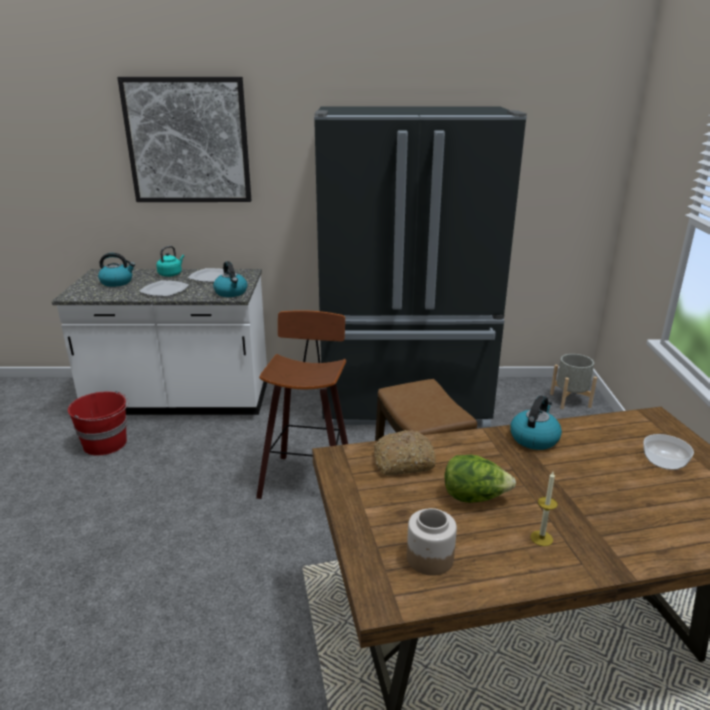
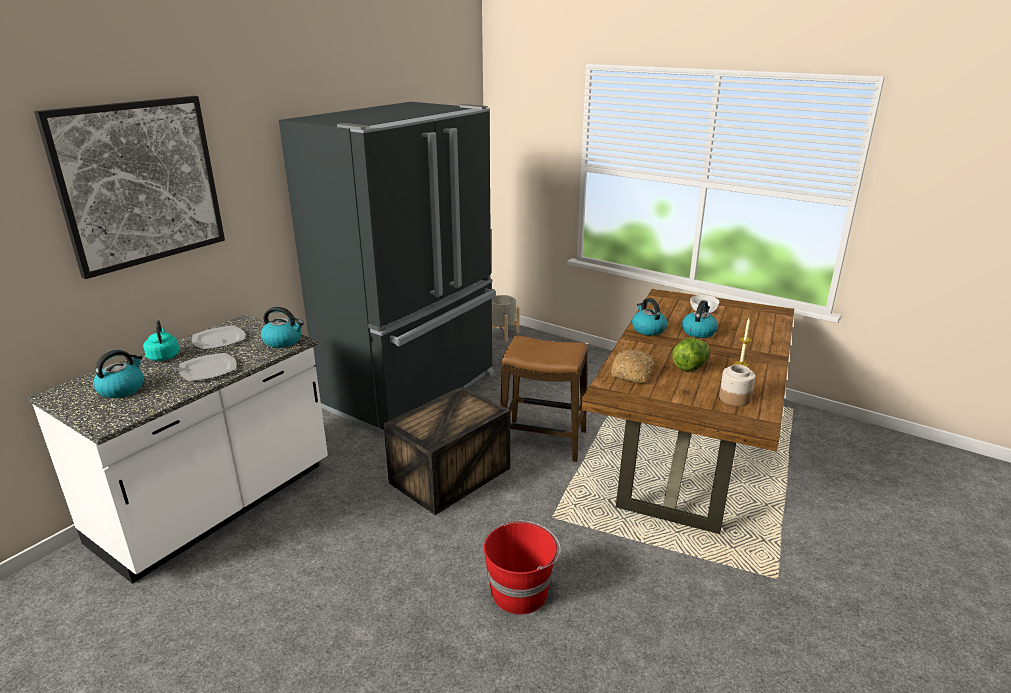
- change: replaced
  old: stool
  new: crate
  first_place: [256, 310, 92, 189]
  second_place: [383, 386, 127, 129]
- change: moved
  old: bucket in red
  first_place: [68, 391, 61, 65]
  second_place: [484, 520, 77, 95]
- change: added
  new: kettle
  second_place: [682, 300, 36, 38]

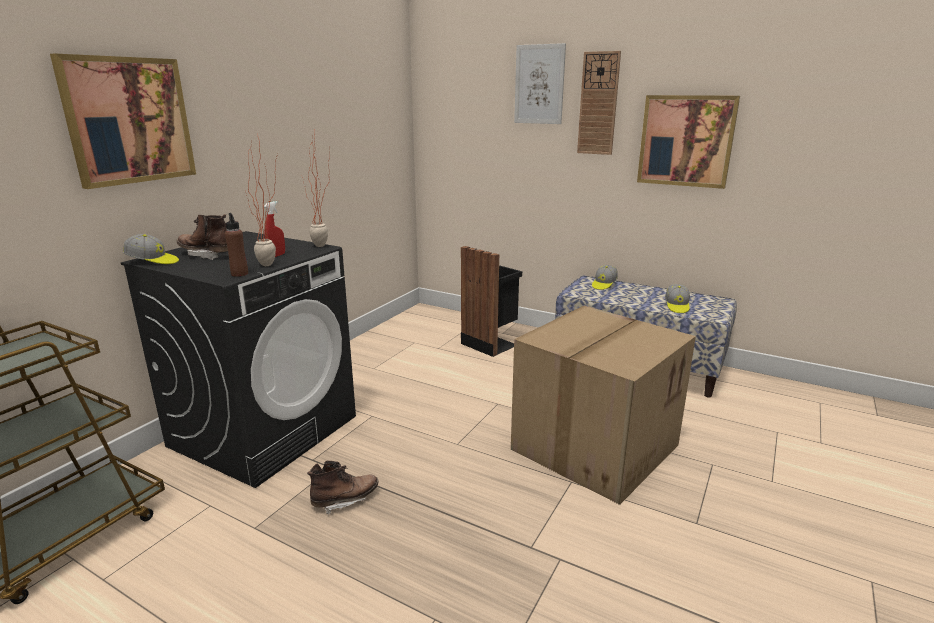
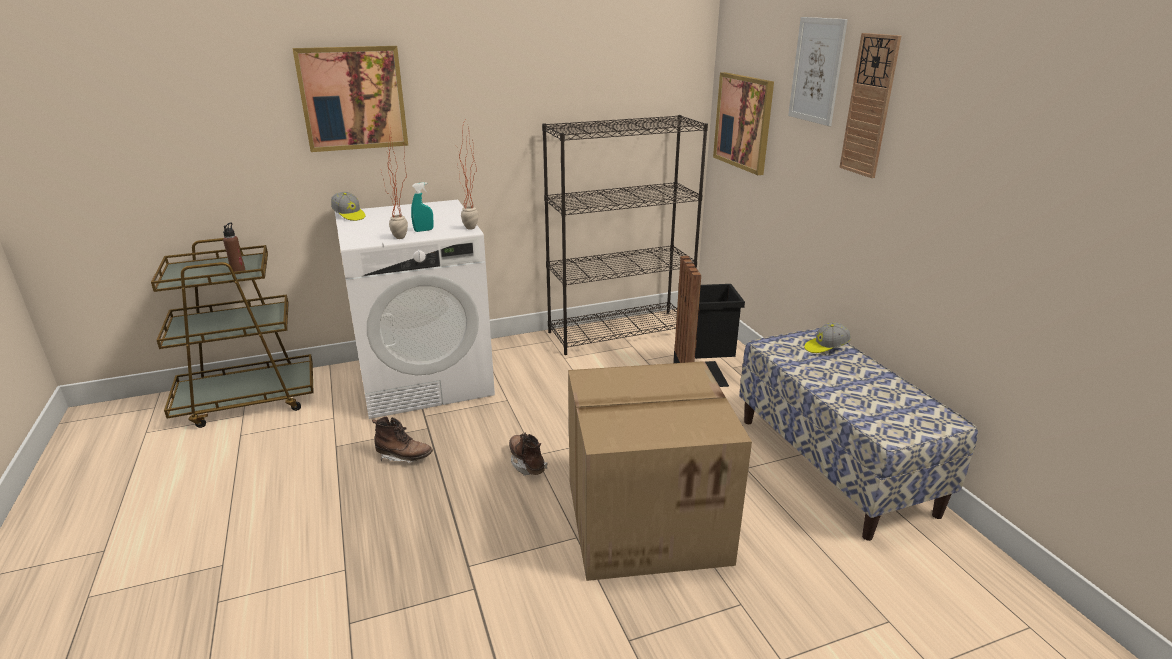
- change: moved
  old: bottle in brown
  first_place: [225, 213, 23, 64]
  second_place: [223, 223, 22, 49]
- change: recoloured
  old: washing machine in black
  new: washing machine in white
  first_place: [121, 231, 235, 257]
  second_place: [335, 200, 160, 219]
- change: recoloured
  old: spray bottle in red
  new: spray bottle in turquoise
  first_place: [264, 201, 21, 56]
  second_place: [411, 182, 23, 50]
- change: moved
  old: boot in brown
  first_place: [176, 214, 52, 46]
  second_place: [509, 432, 38, 44]
- change: added
  new: bookcase in black
  second_place: [542, 115, 166, 240]
- change: moved
  old: picture
  first_place: [637, 95, 103, 94]
  second_place: [713, 72, 61, 103]
- change: removed
  old: cap
  first_place: [665, 284, 25, 29]

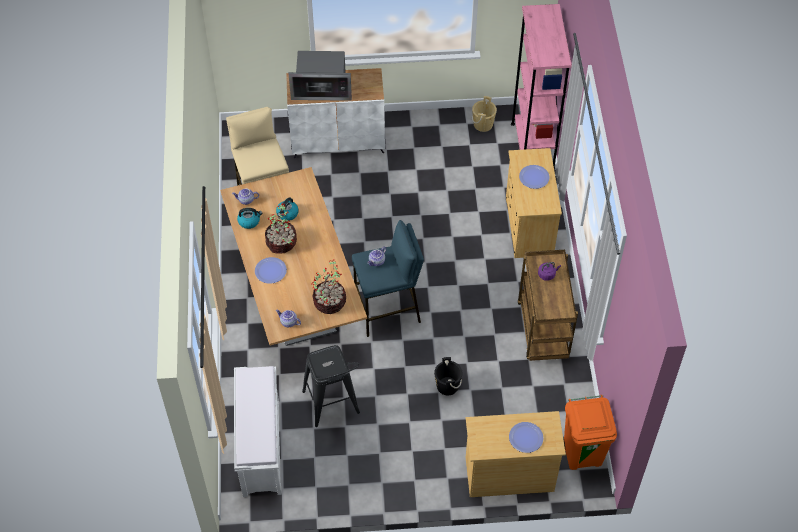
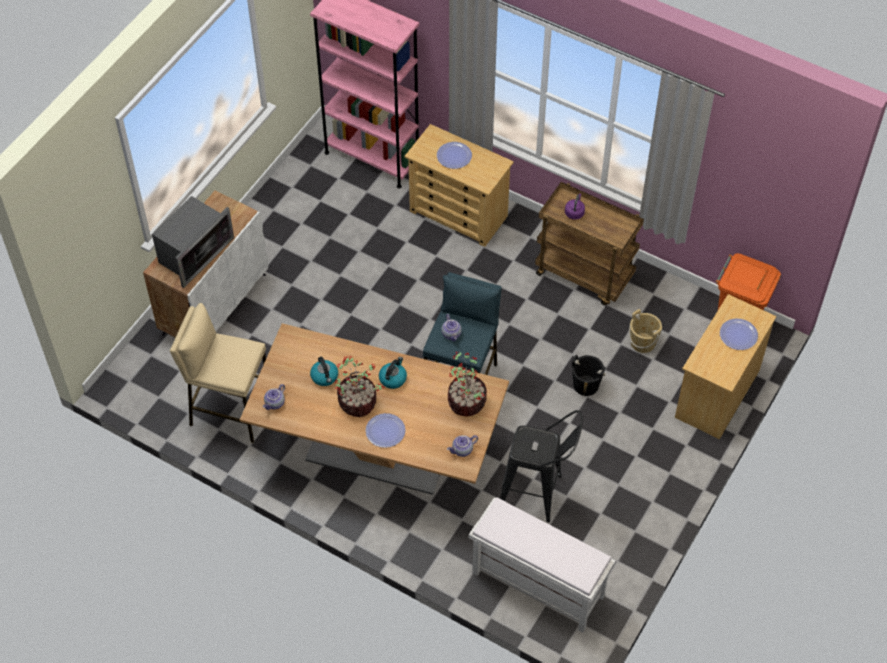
- change: moved
  old: kettle
  first_place: [237, 208, 26, 21]
  second_place: [379, 357, 28, 32]
- change: moved
  old: bucket in beige
  first_place: [472, 96, 25, 36]
  second_place: [629, 309, 33, 44]

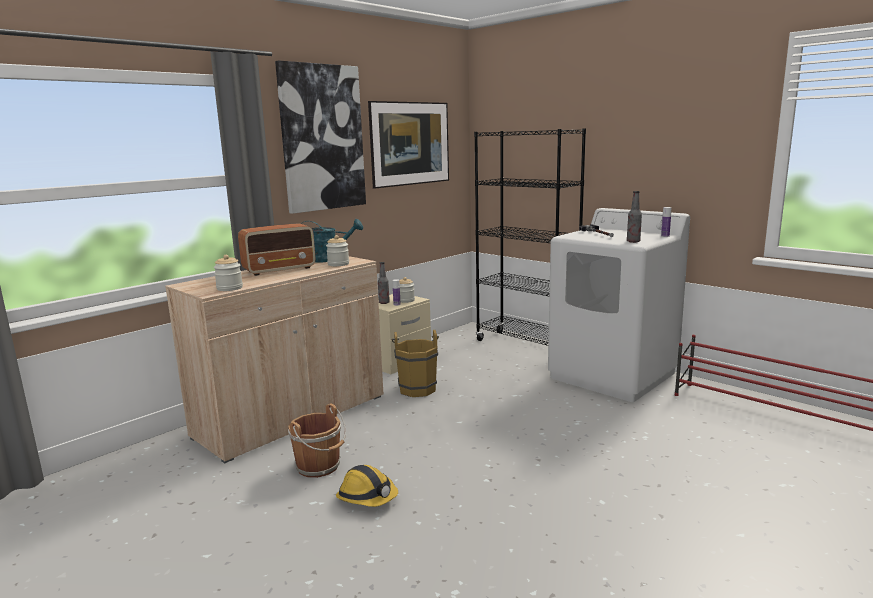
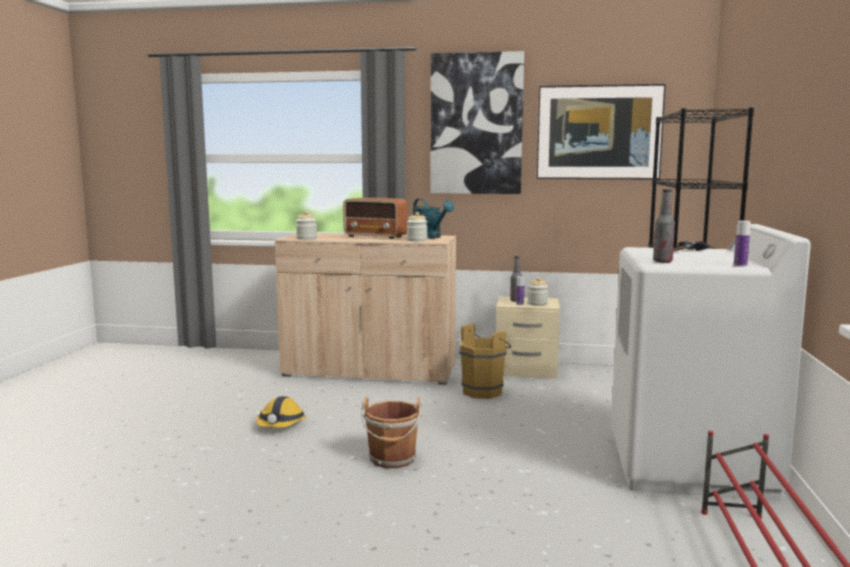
- change: moved
  old: bucket in brown
  first_place: [288, 404, 58, 74]
  second_place: [361, 397, 62, 71]

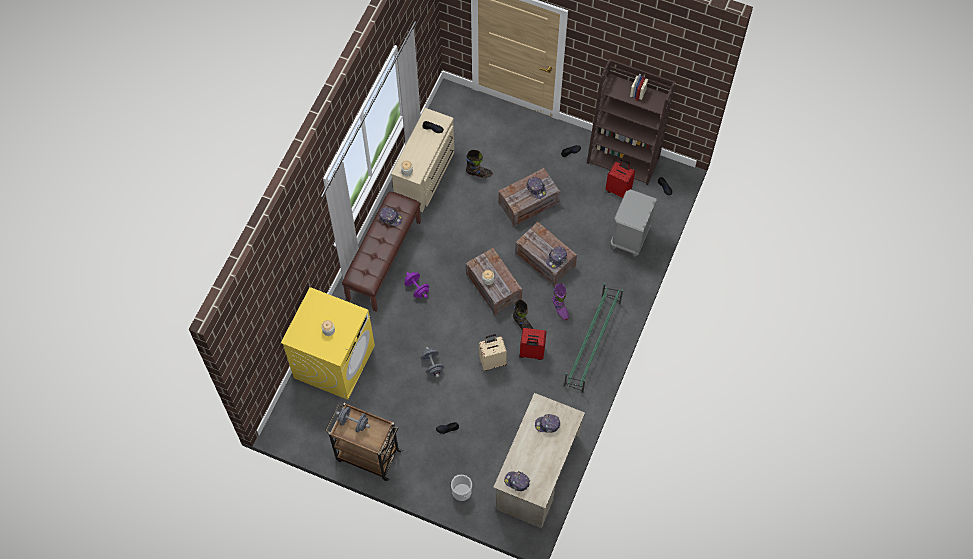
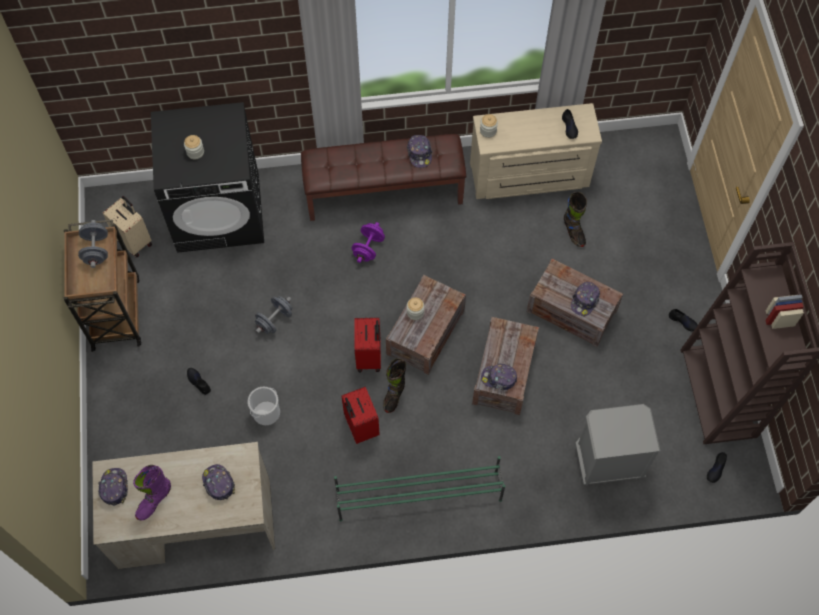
- change: moved
  old: suitcase in beige
  first_place: [479, 334, 28, 37]
  second_place: [103, 196, 49, 62]
- change: moved
  old: boot in purple
  first_place: [552, 283, 17, 37]
  second_place: [133, 465, 38, 56]
- change: recoloured
  old: washing machine in yellow
  new: washing machine in black
  first_place: [281, 287, 94, 113]
  second_place: [151, 102, 113, 151]
- change: moved
  old: bucket
  first_place: [451, 475, 21, 26]
  second_place: [247, 387, 33, 38]
- change: moved
  old: suitcase in red
  first_place: [605, 159, 30, 39]
  second_place: [354, 318, 27, 54]

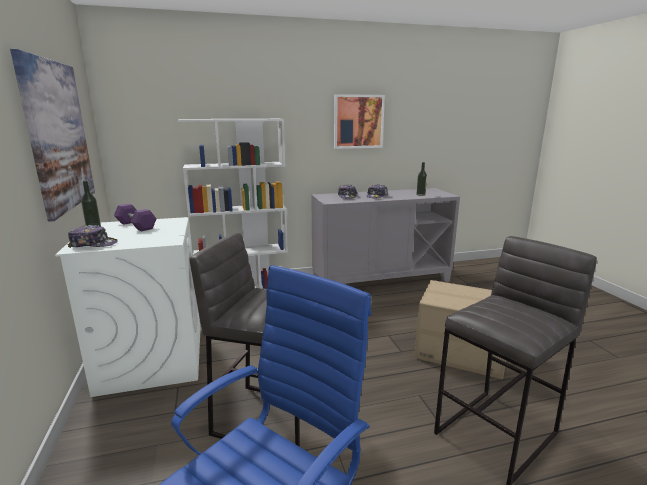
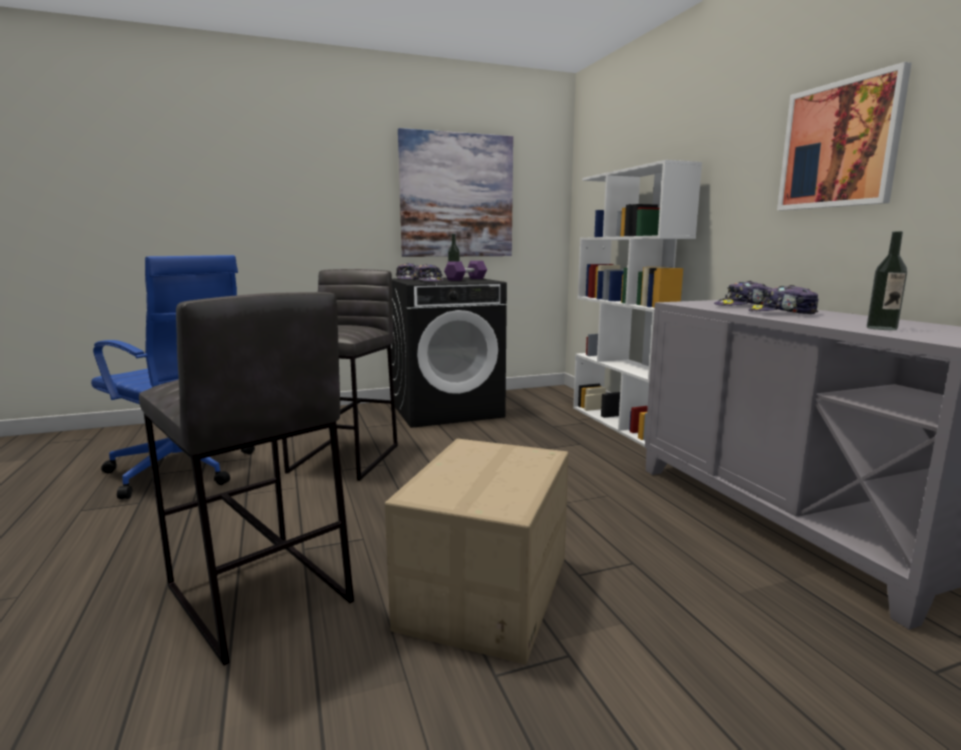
- change: recoloured
  old: washing machine in white
  new: washing machine in black
  first_place: [55, 217, 146, 180]
  second_place: [391, 277, 116, 151]
- change: added
  new: cap
  second_place: [412, 264, 32, 18]

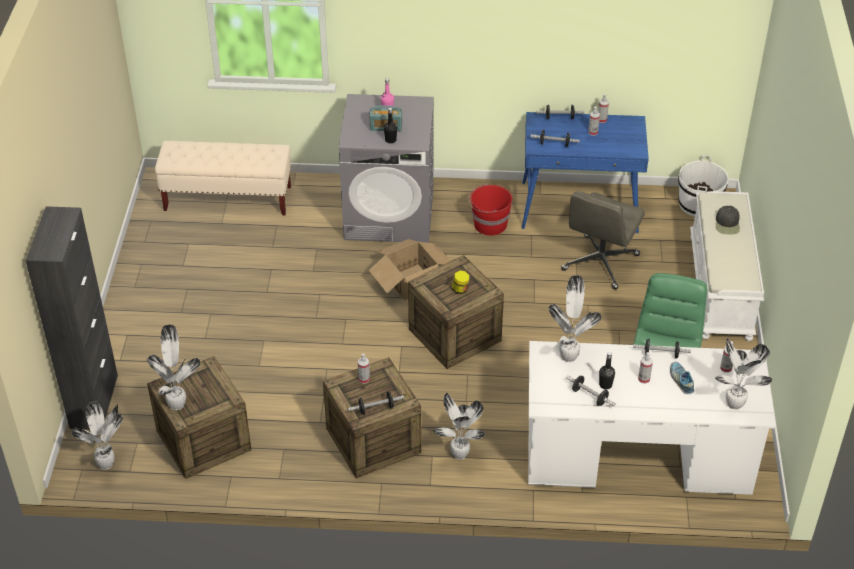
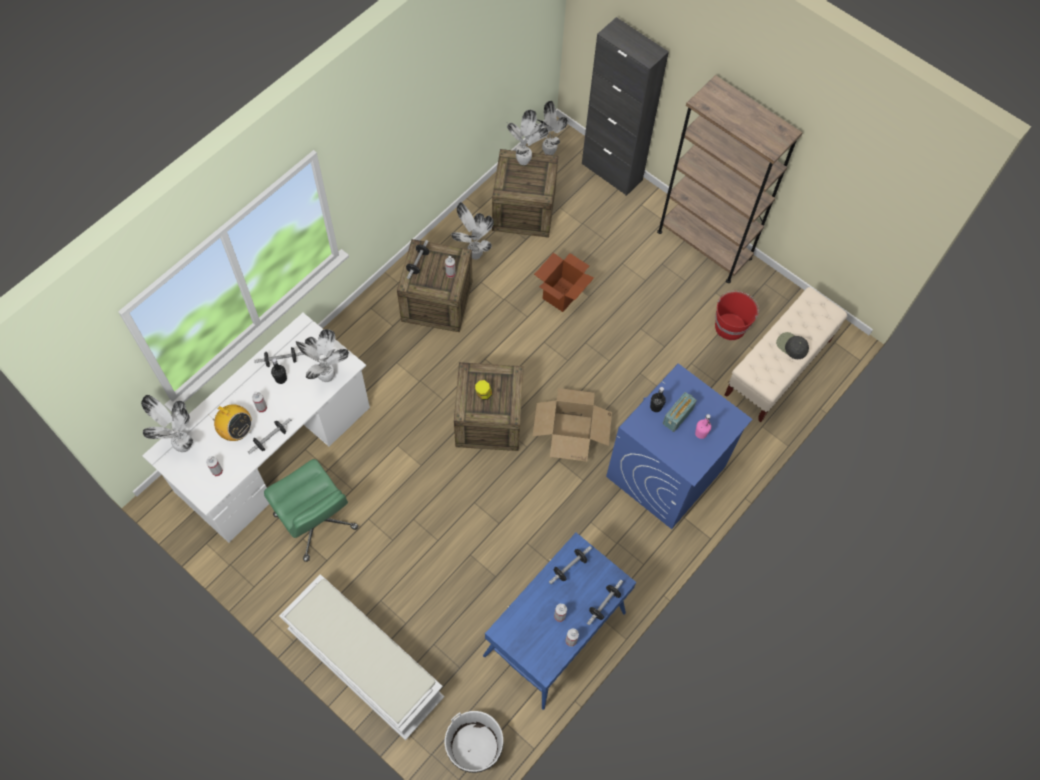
- change: replaced
  old: shoe
  new: radio
  first_place: [670, 361, 24, 33]
  second_place: [208, 404, 44, 37]
- change: moved
  old: potted plant
  first_place: [433, 393, 52, 67]
  second_place: [451, 202, 43, 58]
- change: added
  new: cardboard box
  second_place: [534, 253, 60, 59]
- change: recoloured
  old: washing machine in grey
  new: washing machine in blue
  first_place: [339, 94, 95, 149]
  second_place: [606, 364, 146, 165]
- change: added
  new: bookcase in brown
  second_place: [657, 75, 146, 208]
- change: moved
  old: bucket in red
  first_place: [468, 184, 44, 52]
  second_place: [715, 291, 44, 49]
- change: moved
  old: cap in black
  first_place: [716, 206, 24, 29]
  second_place: [776, 332, 33, 27]
- change: removed
  old: office chair in grey
  first_place: [561, 191, 84, 98]

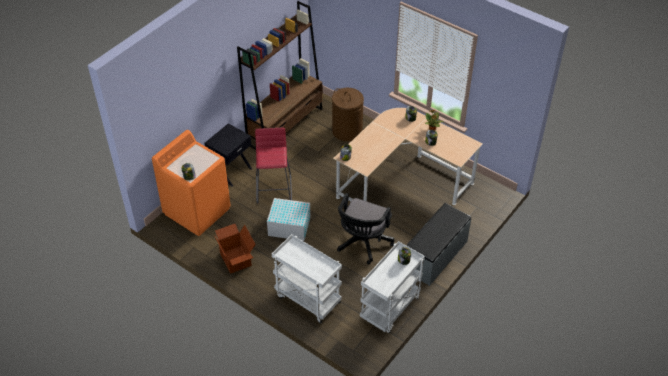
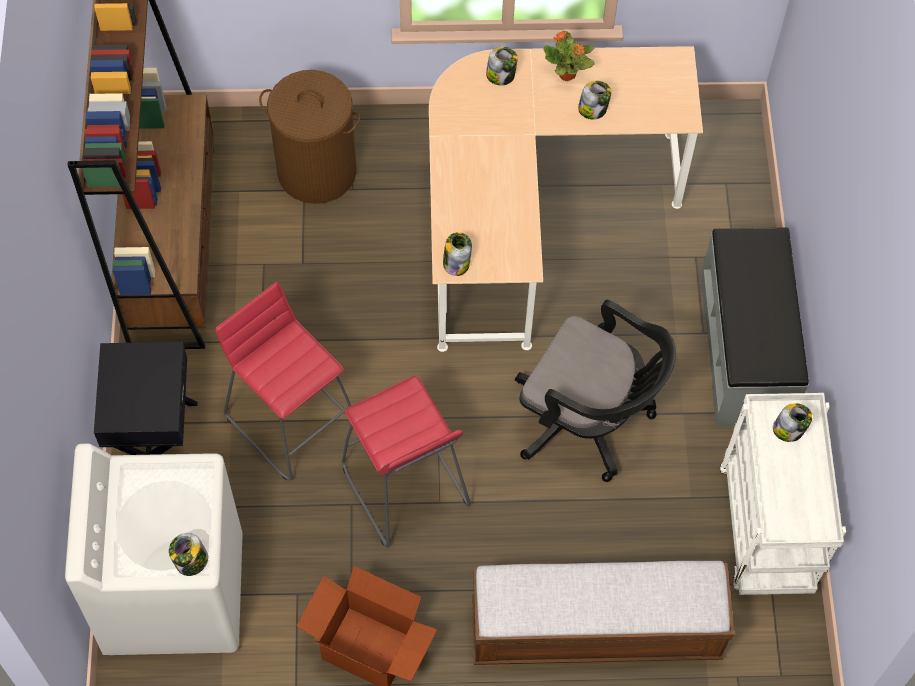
- change: recoloured
  old: washing machine in orange
  new: washing machine in white
  first_place: [152, 130, 79, 106]
  second_place: [65, 443, 178, 212]
- change: replaced
  old: storage box in white
  new: stool in red
  first_place: [267, 198, 43, 43]
  second_place: [342, 375, 129, 172]
- change: replaced
  old: cart in white
  new: bench
  first_place: [272, 234, 70, 89]
  second_place: [472, 561, 263, 104]
- change: turned
  old: office chair in black
  first_place: [337, 193, 57, 71]
  second_place: [515, 300, 161, 182]
  degrees: -45

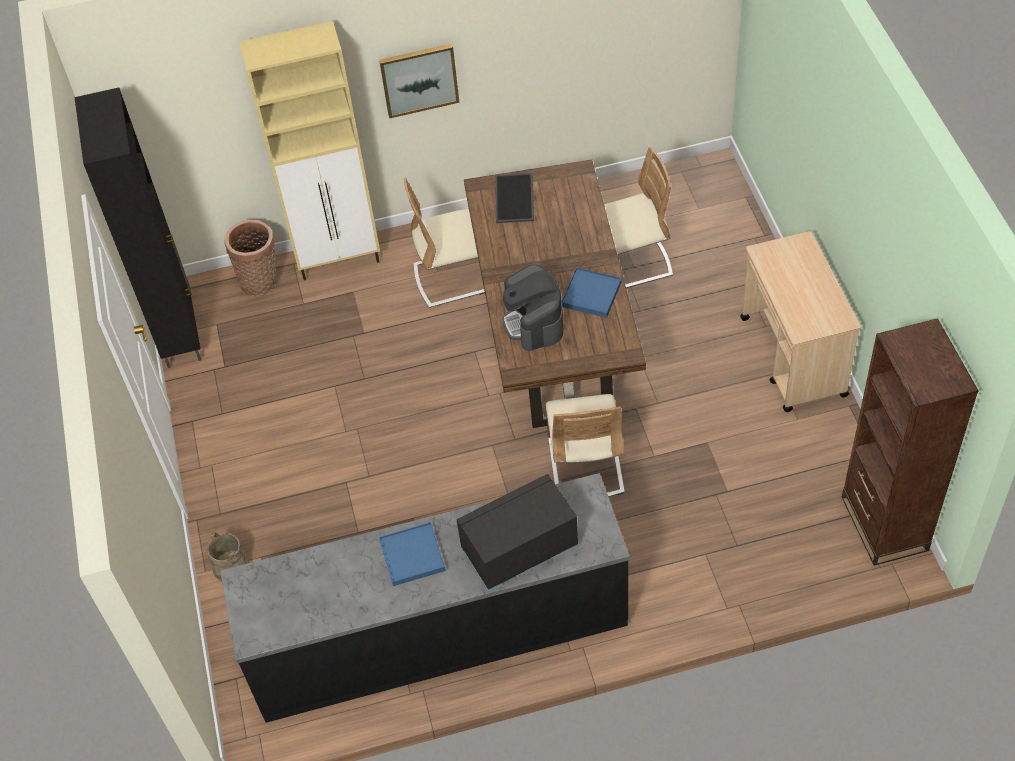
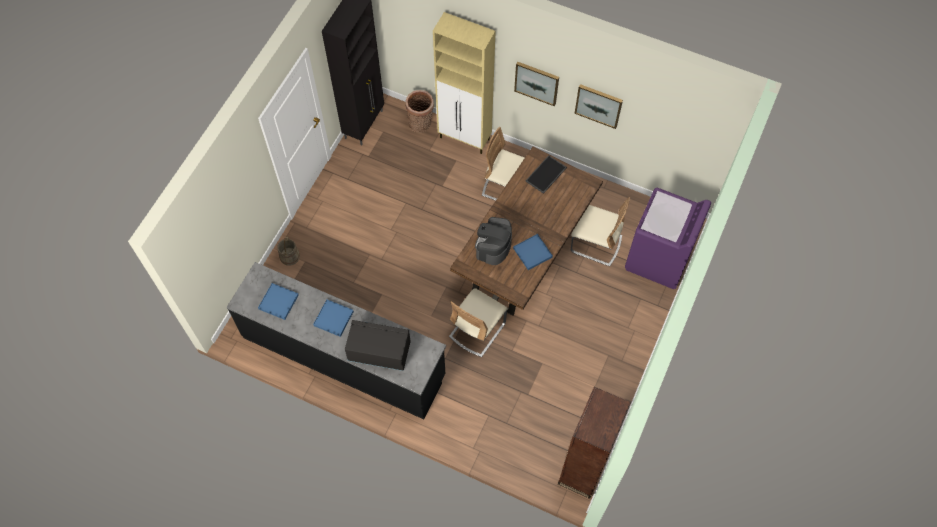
- change: added
  new: tray in blue
  second_place: [258, 283, 41, 37]
- change: added
  new: picture
  second_place: [574, 84, 49, 45]
- change: added
  new: washing machine in purple
  second_place: [625, 188, 86, 101]
- change: removed
  old: cart in beige
  first_place: [740, 231, 121, 181]

